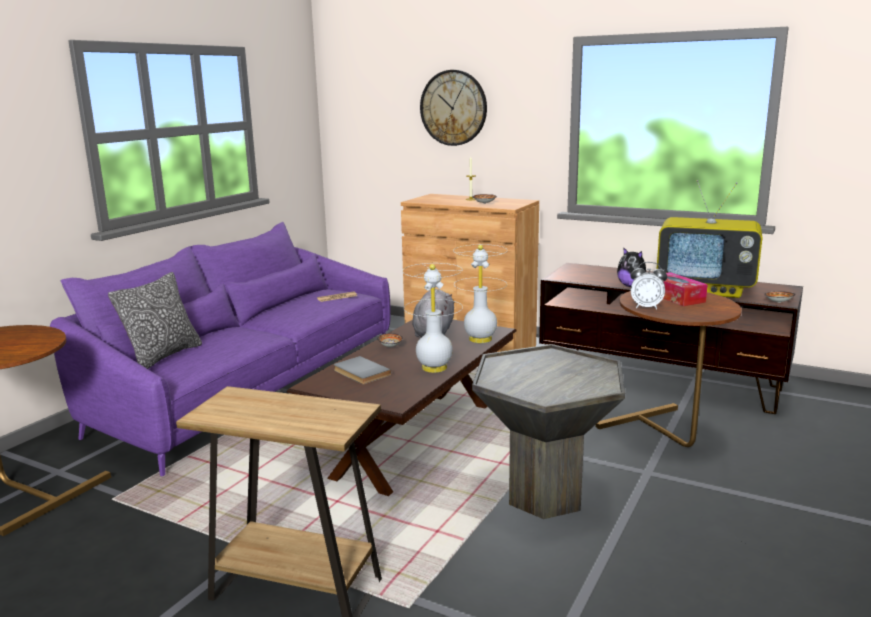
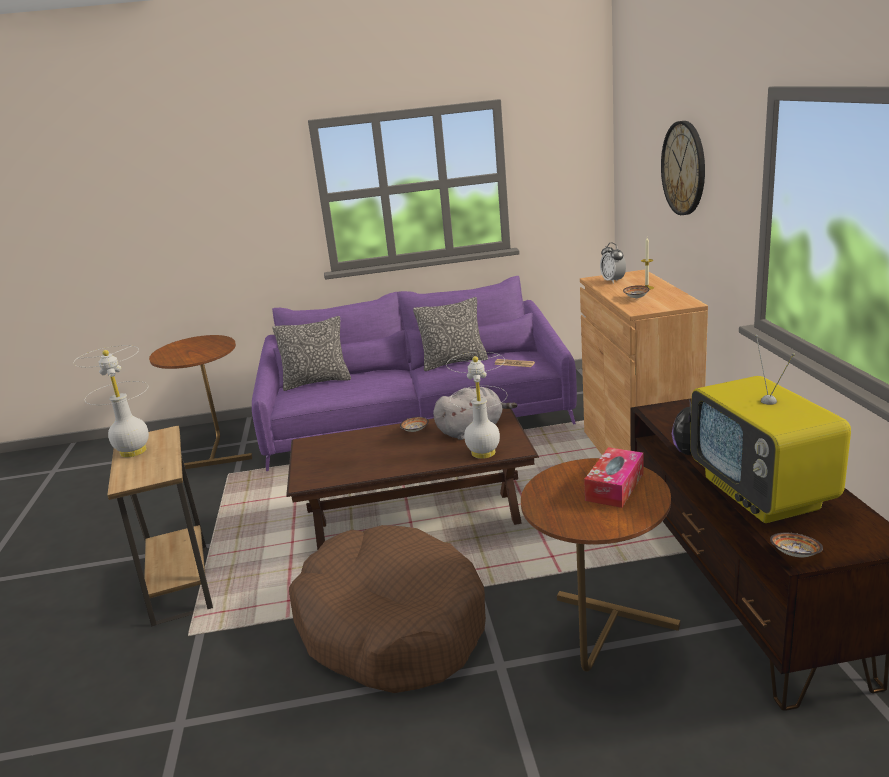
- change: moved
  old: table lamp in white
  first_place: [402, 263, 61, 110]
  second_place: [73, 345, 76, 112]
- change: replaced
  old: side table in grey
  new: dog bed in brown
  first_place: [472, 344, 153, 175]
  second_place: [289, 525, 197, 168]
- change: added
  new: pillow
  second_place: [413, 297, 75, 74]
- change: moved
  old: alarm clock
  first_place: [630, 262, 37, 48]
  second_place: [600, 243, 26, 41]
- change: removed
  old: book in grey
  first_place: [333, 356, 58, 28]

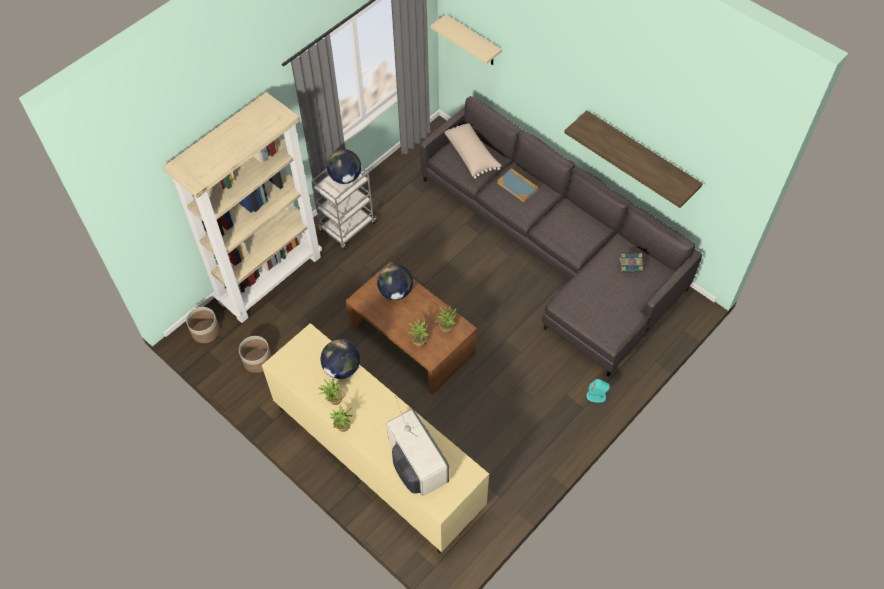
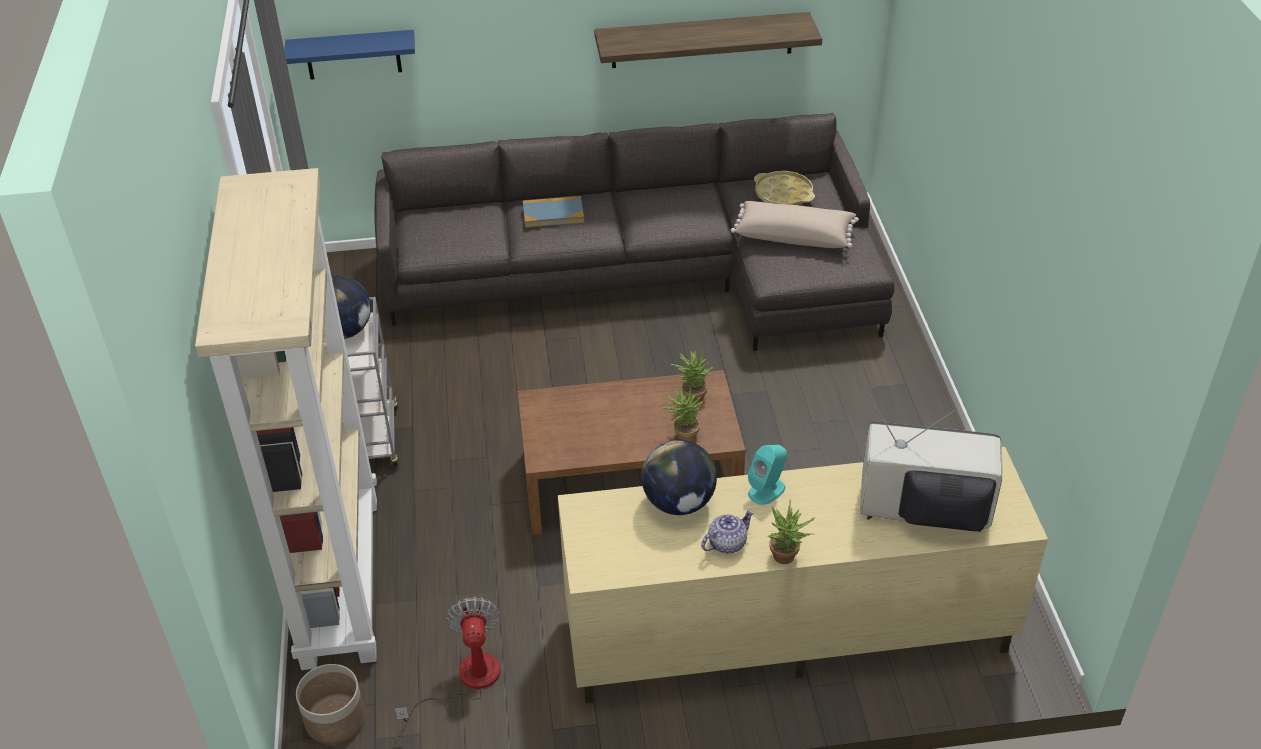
- change: recoloured
  old: shelf in beige
  new: shelf in blue
  first_place: [430, 14, 72, 51]
  second_place: [284, 30, 131, 50]
- change: replaced
  old: planter
  new: fan
  first_place: [239, 336, 33, 37]
  second_place: [395, 597, 106, 125]
- change: replaced
  old: potted plant
  new: teapot
  first_place: [318, 379, 25, 26]
  second_place: [701, 510, 53, 43]
- change: moved
  old: pillow in beige
  first_place: [444, 123, 58, 56]
  second_place: [731, 201, 128, 47]
- change: moved
  old: speaker in turquoise
  first_place: [587, 379, 23, 24]
  second_place: [748, 445, 39, 60]
- change: replaced
  old: book
  new: tray in yellow
  first_place: [620, 253, 25, 20]
  second_place: [754, 171, 61, 34]
- change: removed
  old: globe
  first_place: [377, 264, 36, 36]

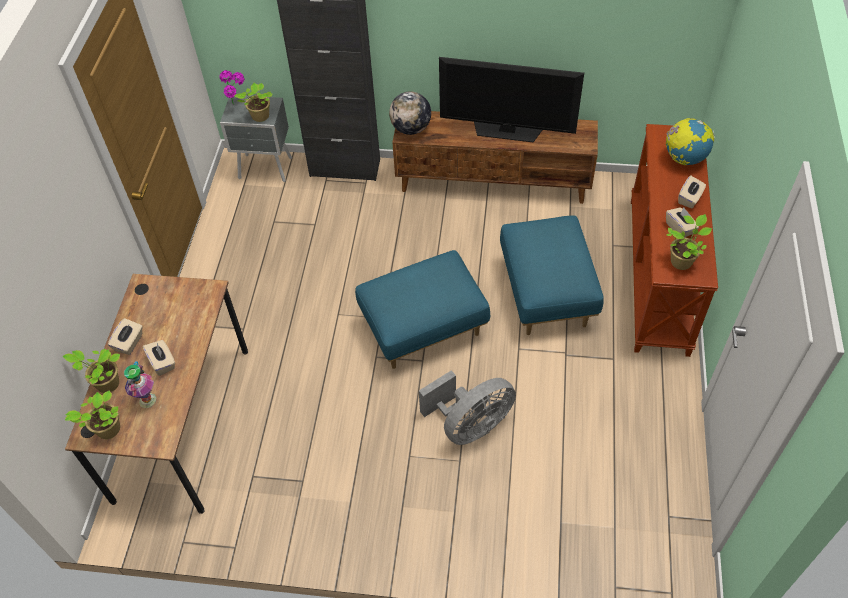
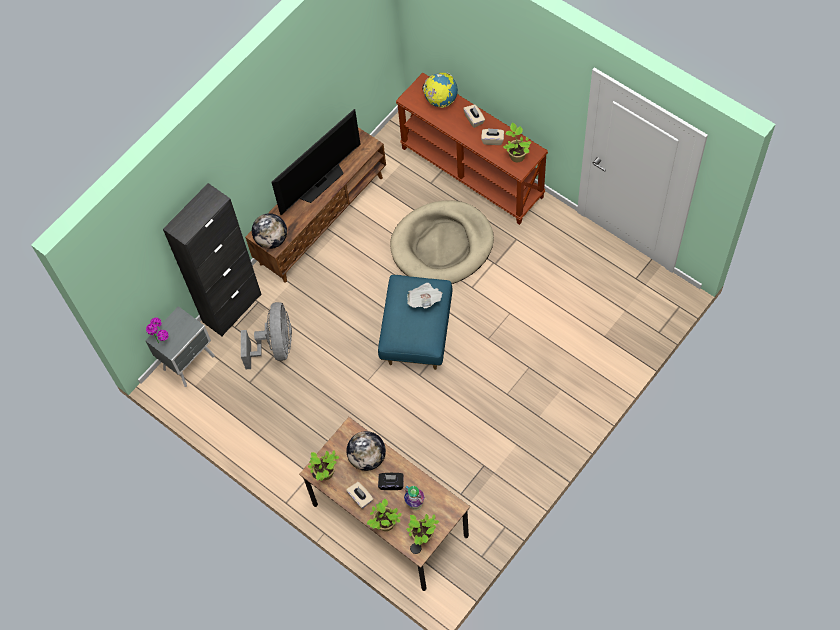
- change: moved
  old: fan in grey
  first_place: [419, 370, 97, 75]
  second_place: [241, 302, 51, 67]
- change: moved
  old: potted plant
  first_place: [234, 83, 39, 39]
  second_place: [308, 450, 31, 31]
- change: added
  new: globe
  second_place: [346, 431, 40, 40]
- change: recoloured
  old: tissue box in beige
  new: tissue box in black
  first_place: [143, 340, 32, 36]
  second_place: [378, 473, 26, 17]
- change: replaced
  old: ottoman in blue
  new: dog bed in beige
  first_place: [500, 215, 104, 120]
  second_place: [390, 201, 104, 83]
- change: added
  new: newspaper
  second_place: [407, 283, 35, 25]

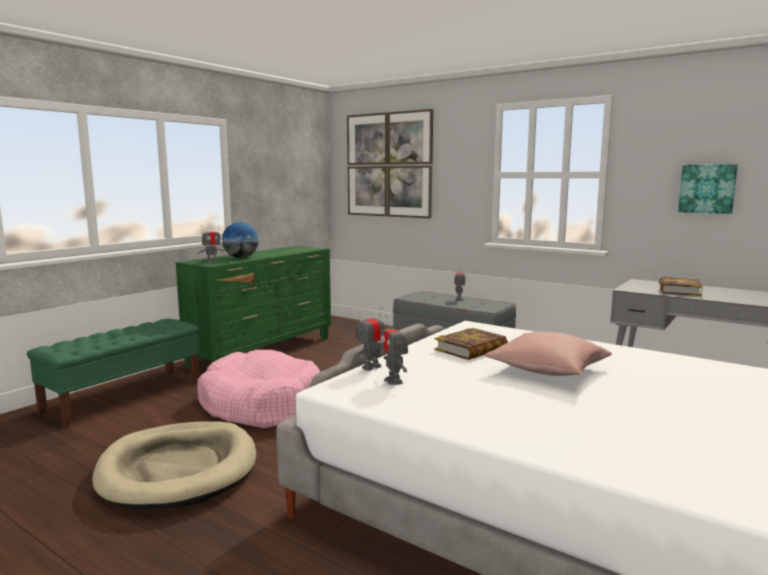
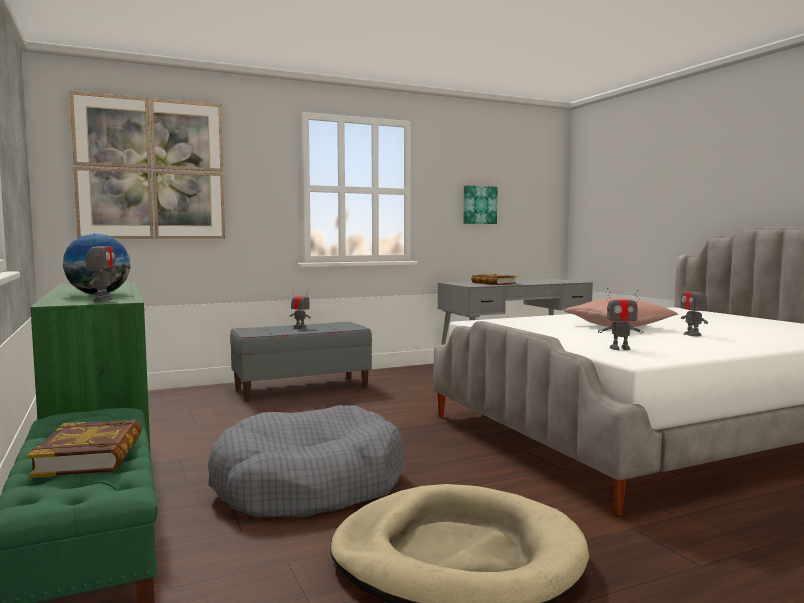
- change: moved
  old: book
  first_place: [435, 328, 73, 32]
  second_place: [27, 420, 115, 58]
- change: recoloured
  old: dog bed in pink
  new: dog bed in grey
  first_place: [197, 350, 123, 78]
  second_place: [208, 405, 196, 112]
- change: moved
  old: toy robot
  first_place: [354, 307, 31, 64]
  second_place: [680, 281, 28, 55]

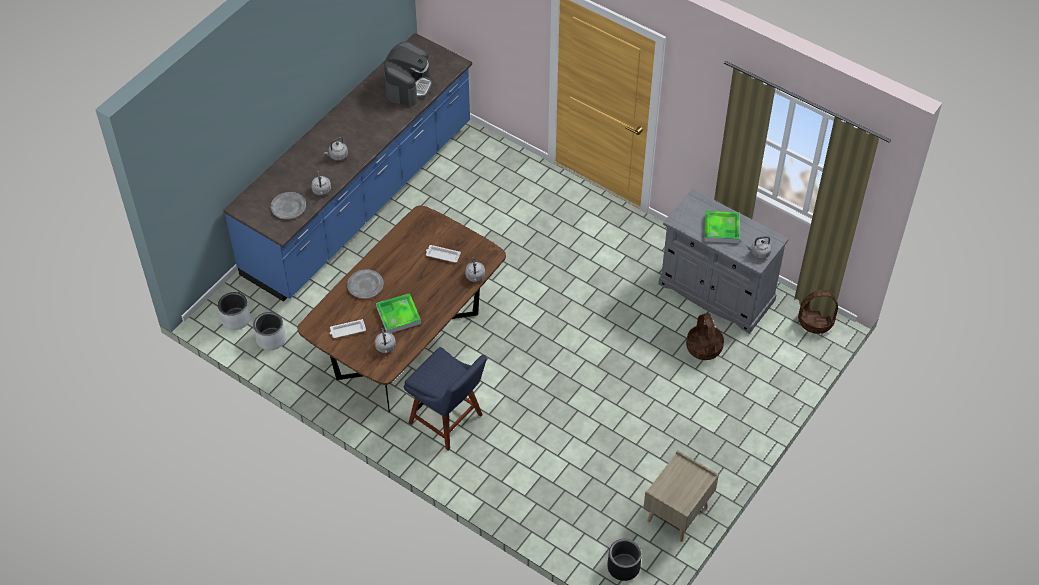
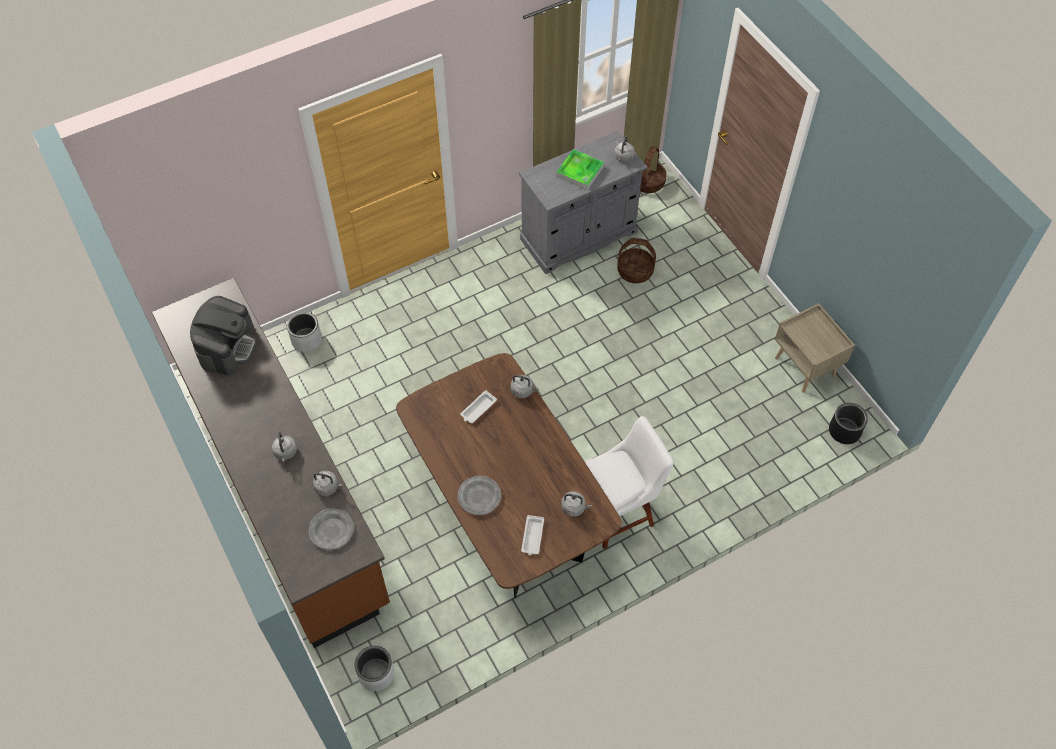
- change: recoloured
  old: counter in blue
  new: counter in brown
  first_place: [223, 33, 249, 269]
  second_place: [152, 278, 238, 370]
- change: turned
  old: coffee machine
  first_place: [384, 41, 48, 65]
  second_place: [190, 296, 67, 80]
  degrees: 60
- change: moved
  old: planter in grey
  first_place: [253, 312, 33, 38]
  second_place: [287, 312, 35, 40]
- change: recoloured
  old: chair in blue
  new: chair in white
  first_place: [404, 347, 83, 103]
  second_place: [584, 416, 90, 133]
- change: removed
  old: tray
  first_place: [376, 293, 45, 40]

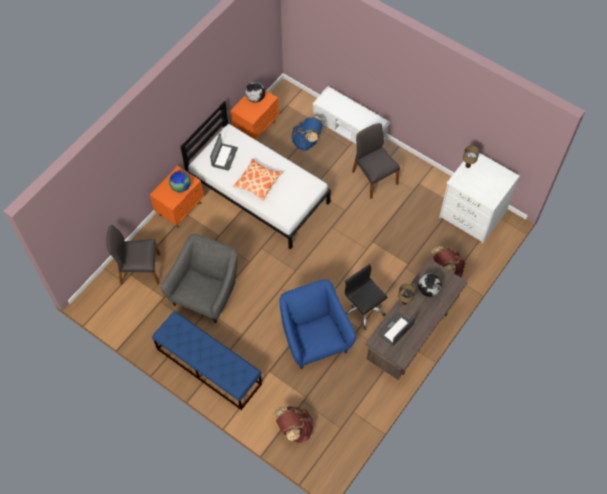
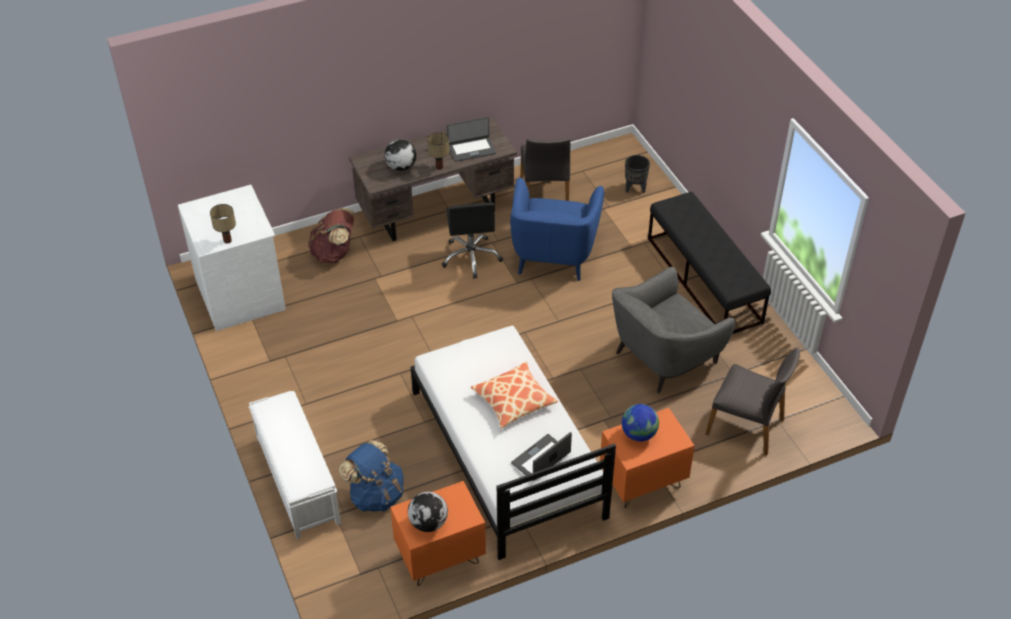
- change: moved
  old: chair in grey
  first_place: [352, 123, 48, 76]
  second_place: [520, 137, 51, 64]
- change: replaced
  old: backpack in brown
  new: planter in black
  first_place: [274, 406, 40, 37]
  second_place: [625, 155, 25, 38]
- change: recoloured
  old: bench in blue
  new: bench in black
  first_place: [152, 311, 110, 99]
  second_place: [648, 192, 123, 142]

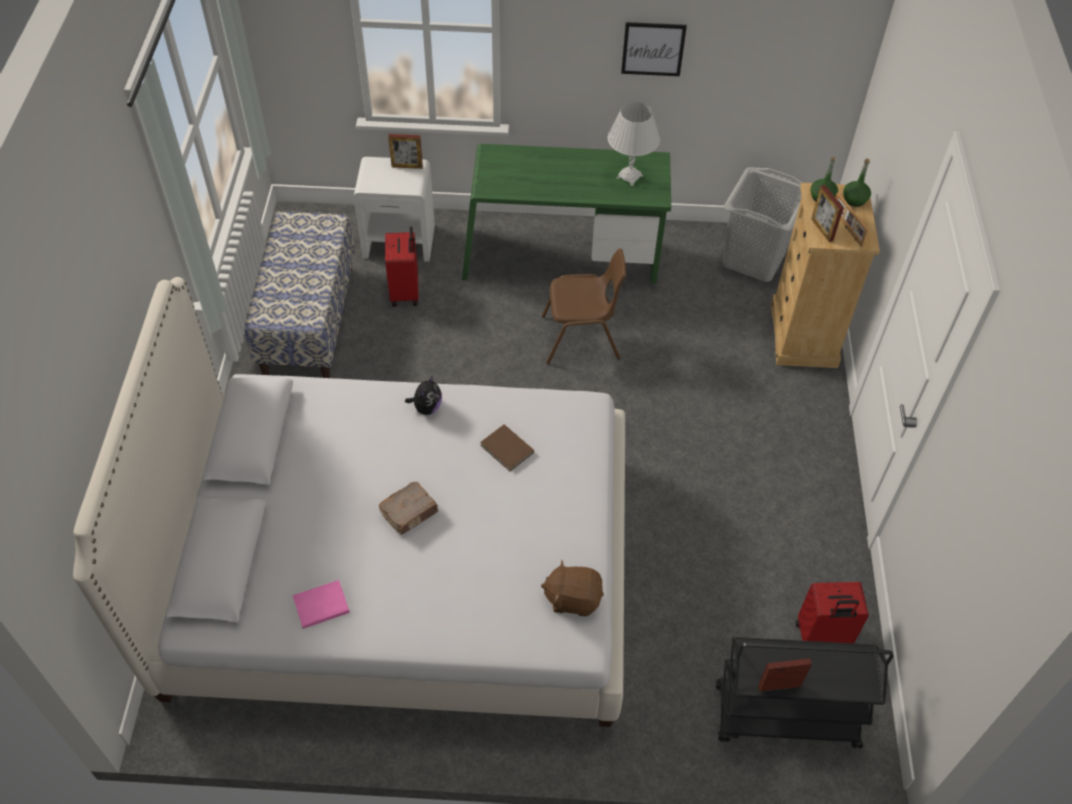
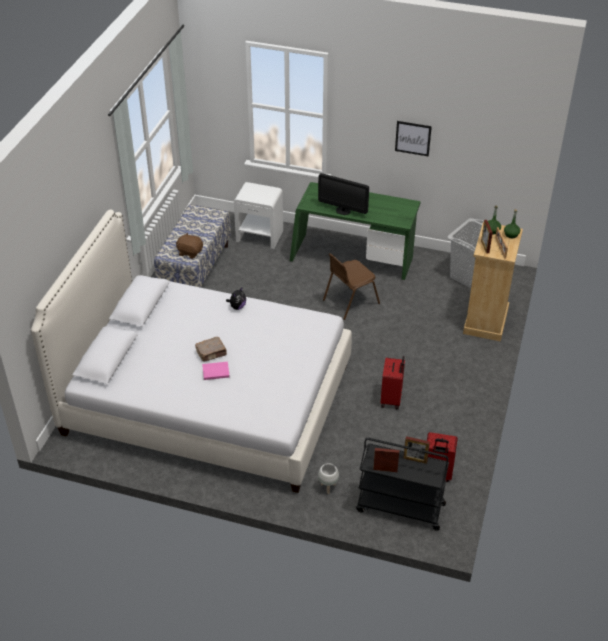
- change: moved
  old: plush toy in brown
  first_place: [541, 559, 63, 58]
  second_place: [176, 233, 27, 26]
- change: moved
  old: book in pink
  first_place: [293, 580, 57, 49]
  second_place: [202, 362, 28, 18]
- change: added
  new: monitor
  second_place: [318, 173, 51, 42]
- change: added
  new: planter in white
  second_place: [318, 463, 21, 31]
- change: turned
  old: chair in brown
  first_place: [542, 248, 84, 116]
  second_place: [323, 253, 57, 67]
  degrees: 135
- change: moved
  old: suitcase in red
  first_place: [385, 226, 33, 81]
  second_place: [381, 356, 24, 54]
- change: moved
  old: picture frame
  first_place: [388, 134, 35, 35]
  second_place: [404, 436, 26, 28]
- change: removed
  old: book in brown
  first_place: [480, 424, 54, 47]
- change: removed
  old: table lamp in white
  first_place: [608, 102, 52, 84]

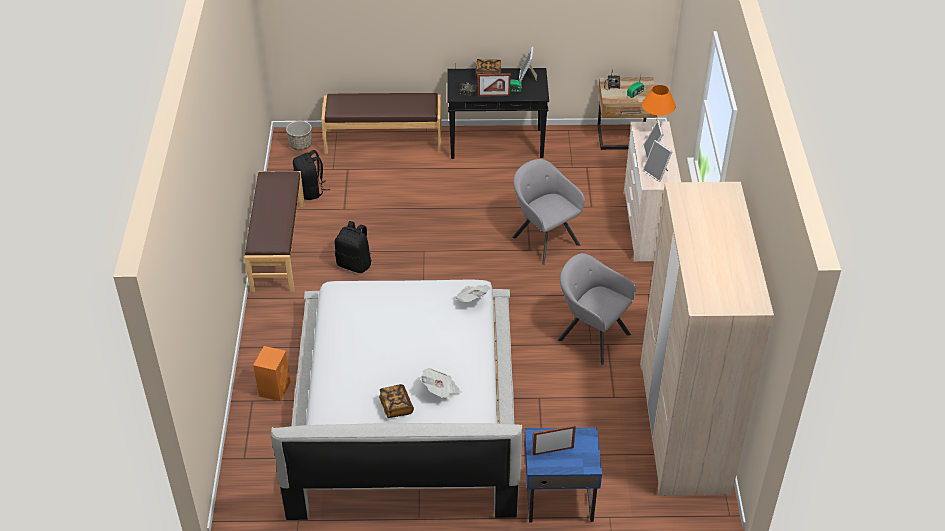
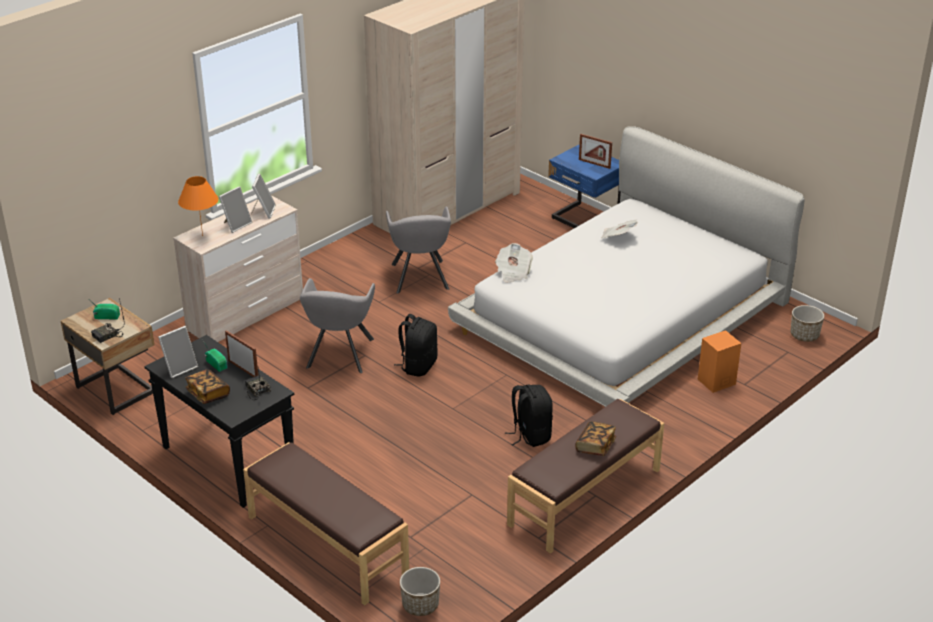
- change: moved
  old: backpack in black
  first_place: [293, 150, 37, 50]
  second_place: [394, 314, 43, 63]
- change: moved
  old: book
  first_place: [379, 384, 35, 34]
  second_place: [575, 421, 41, 35]
- change: added
  new: planter
  second_place: [791, 305, 33, 37]

